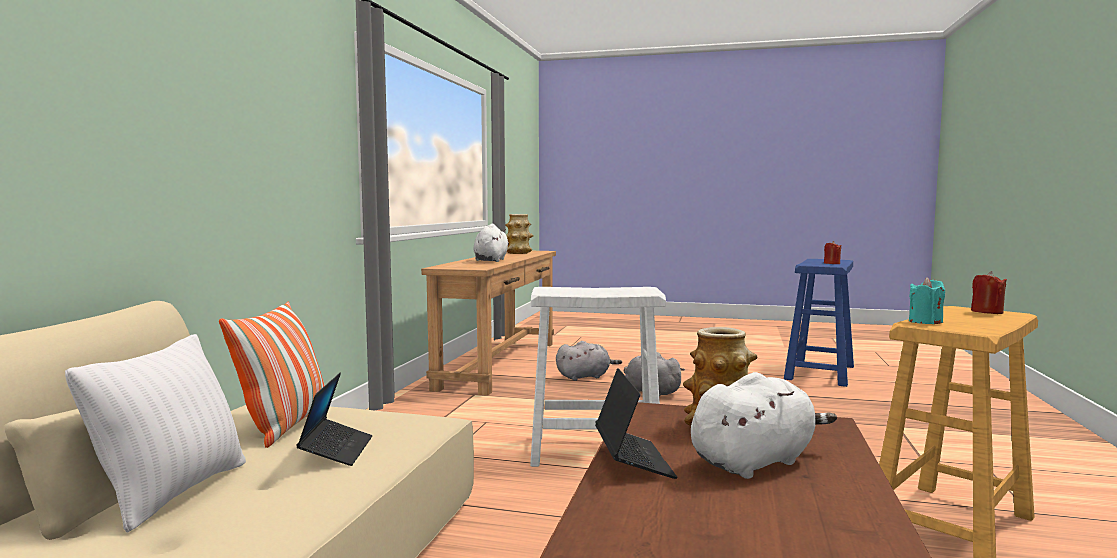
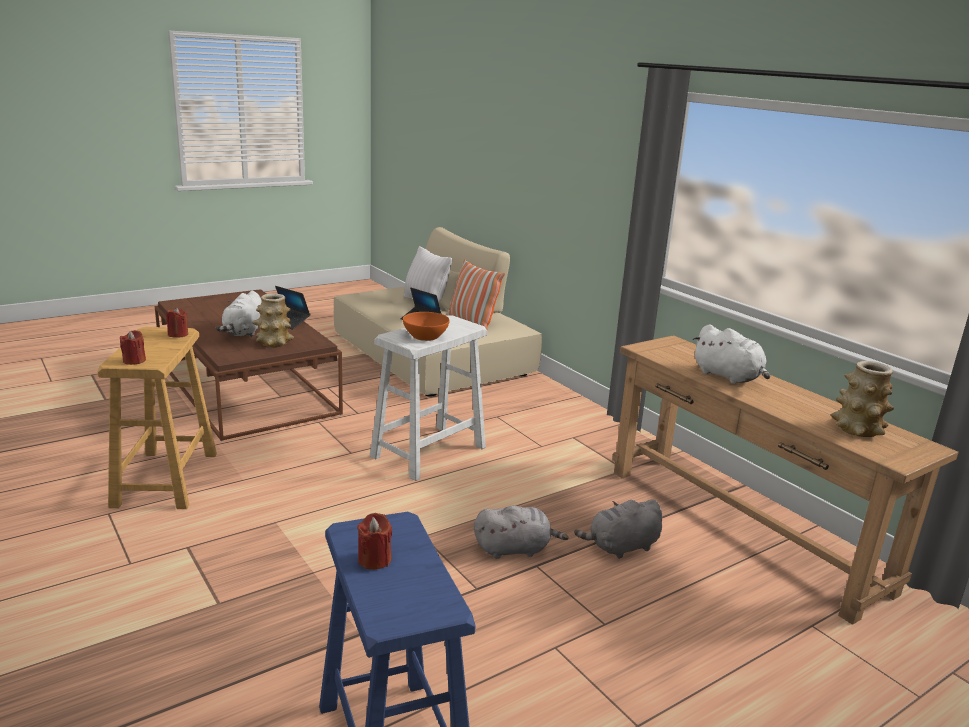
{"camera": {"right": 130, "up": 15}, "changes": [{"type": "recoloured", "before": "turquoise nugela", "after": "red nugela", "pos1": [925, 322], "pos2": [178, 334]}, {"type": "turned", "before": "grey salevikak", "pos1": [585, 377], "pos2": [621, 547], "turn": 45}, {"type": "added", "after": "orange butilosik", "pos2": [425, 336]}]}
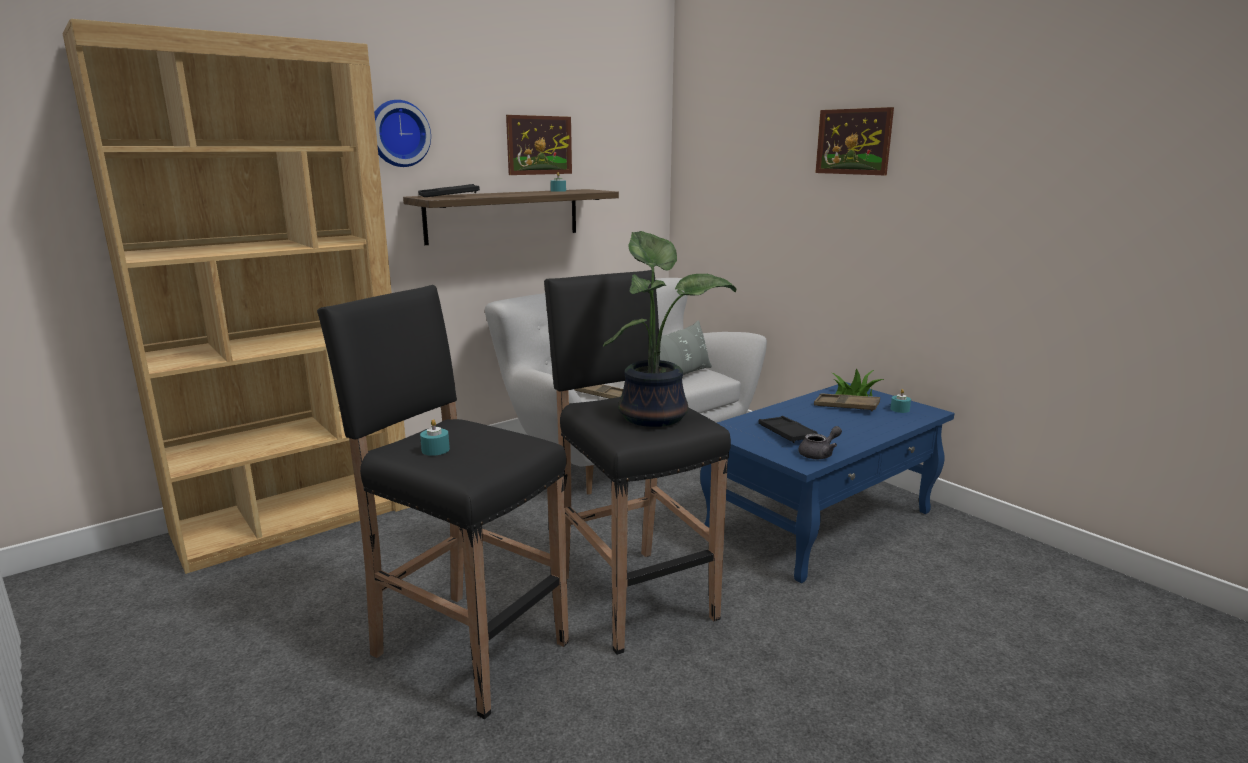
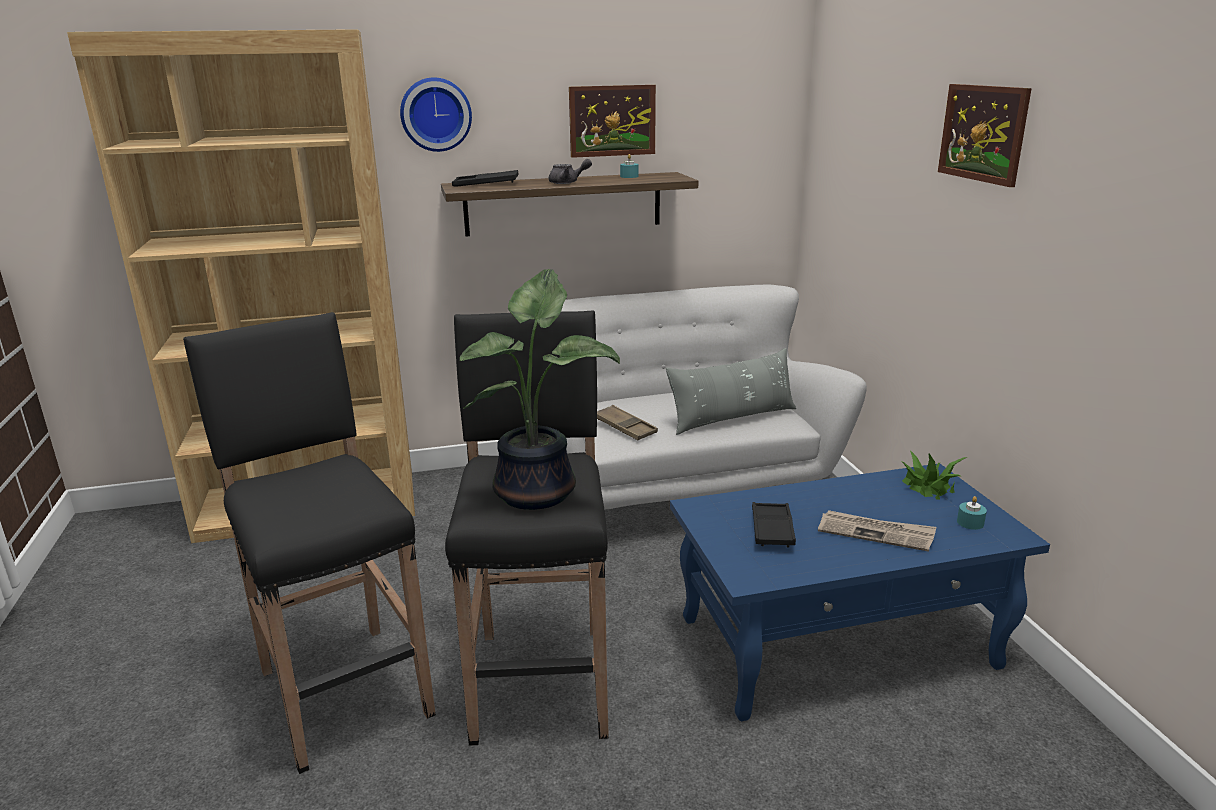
{"camera": {"right": 25, "up": 5}, "changes": [{"type": "removed", "before": "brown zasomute", "pos1": [846, 406]}, {"type": "removed", "before": "turquoise nugela", "pos1": [435, 450]}, {"type": "moved", "before": "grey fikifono", "pos1": [819, 454], "pos2": [568, 182]}, {"type": "added", "after": "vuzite", "pos2": [876, 533]}]}
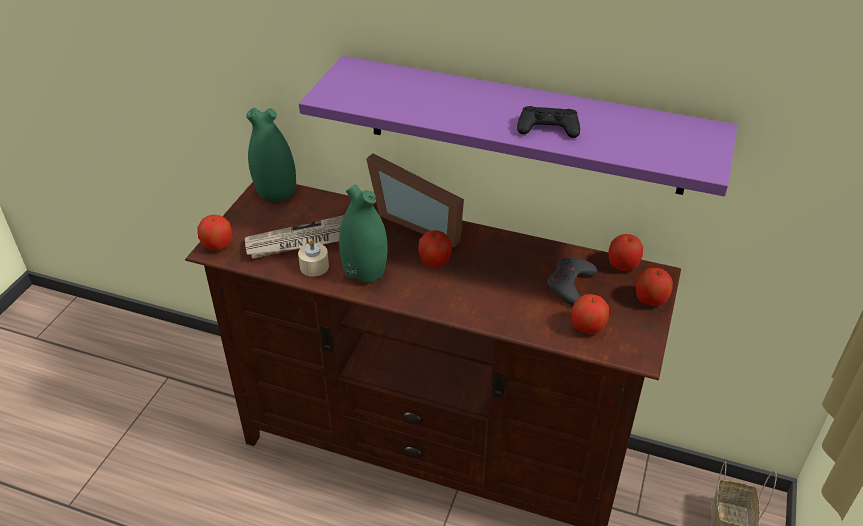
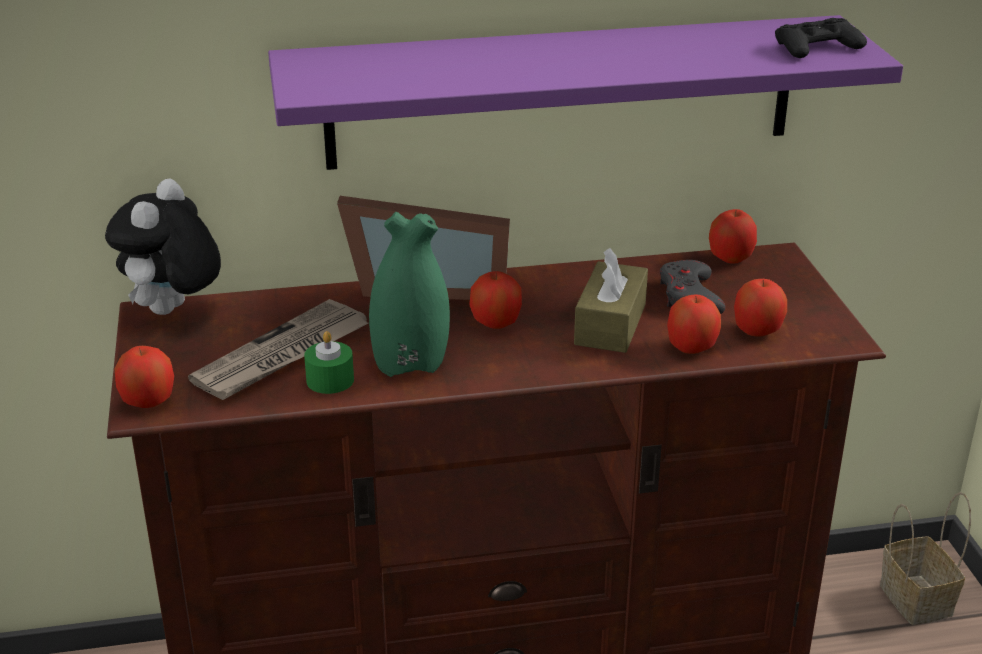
{"camera": {"right": -30, "up": -10}, "changes": [{"type": "moved", "before": "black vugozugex", "pos1": [548, 128], "pos2": [817, 48]}, {"type": "replaced", "before": "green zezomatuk", "after": "salevikak", "pos1": [275, 191], "pos2": [172, 312]}, {"type": "recoloured", "before": "beige nugela", "after": "green nugela", "pos1": [314, 266], "pos2": [330, 380]}, {"type": "moved", "before": "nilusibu", "pos1": [650, 300], "pos2": [691, 348]}, {"type": "added", "after": "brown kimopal", "pos2": [610, 324]}]}
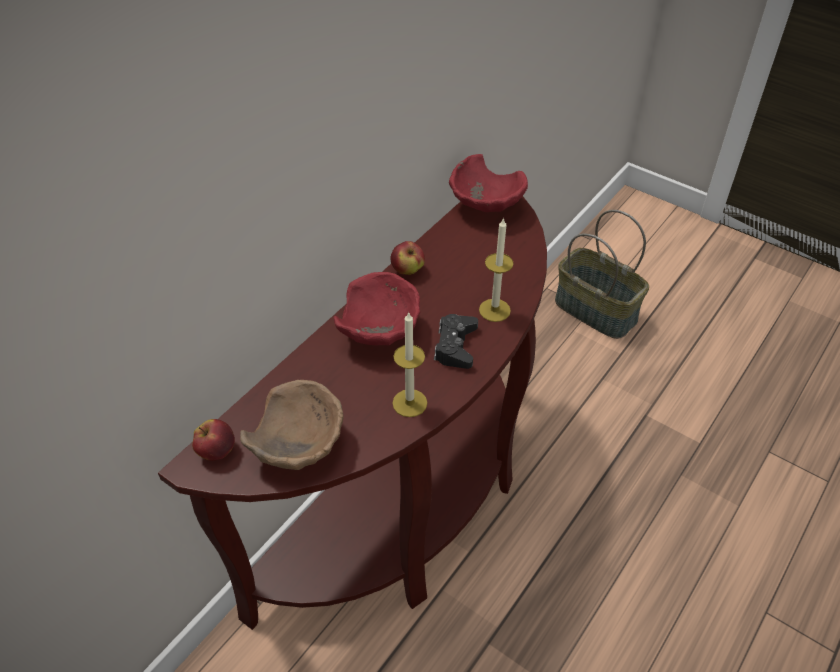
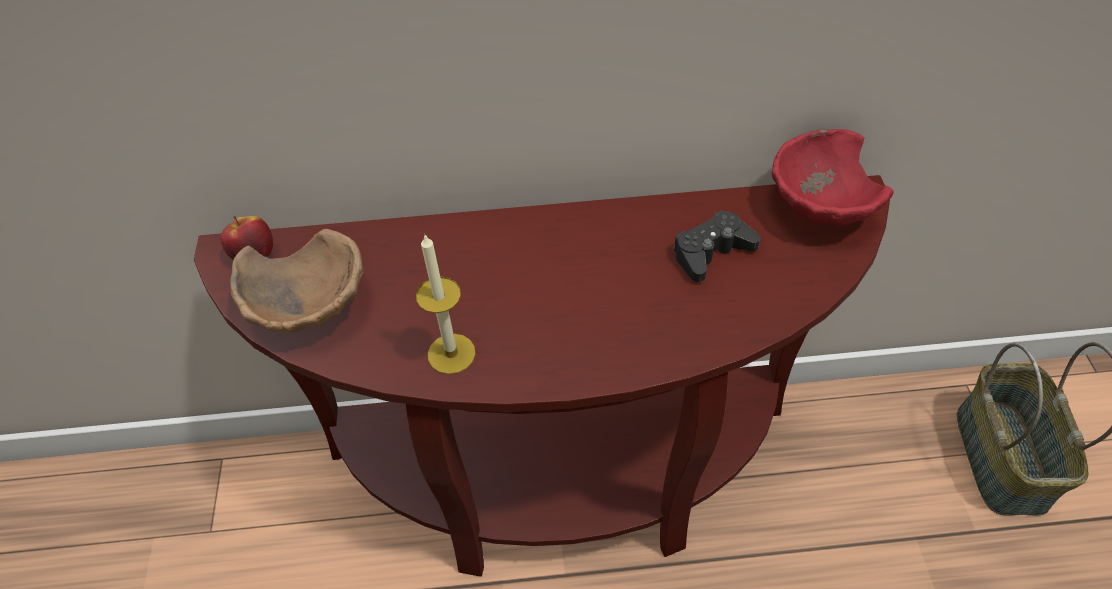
{"camera": {"right": 50, "up": 5}, "changes": [{"type": "removed", "before": "nugela", "pos1": [494, 310]}, {"type": "removed", "before": "nilusibu", "pos1": [407, 270]}, {"type": "removed", "before": "red butilosik", "pos1": [380, 333]}, {"type": "moved", "before": "black vugozugex", "pos1": [455, 346], "pos2": [711, 252]}]}
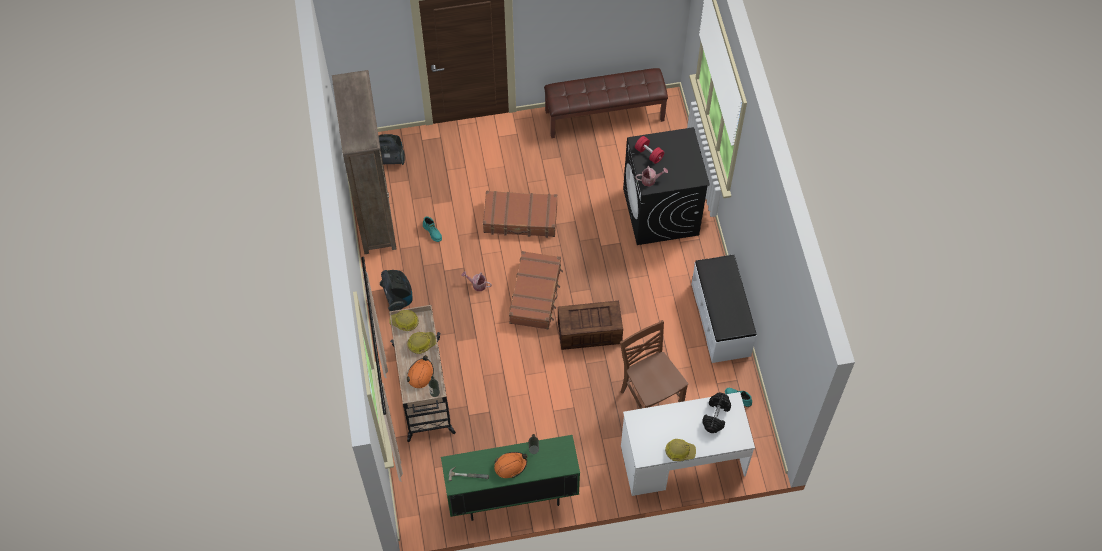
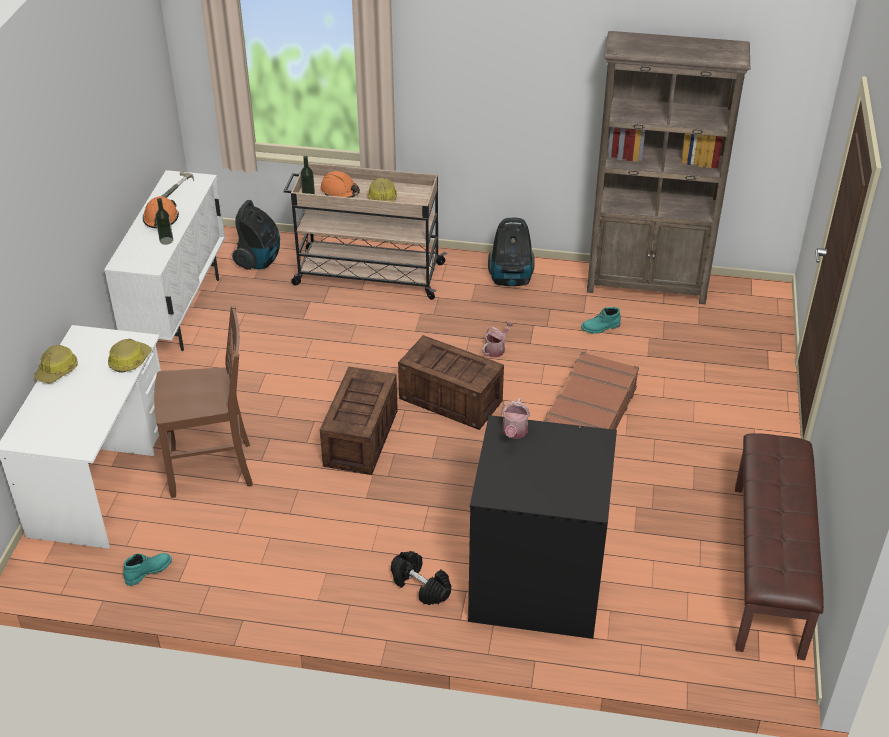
{"camera": {"right": 110, "up": -20}, "changes": [{"type": "moved", "before": "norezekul", "pos1": [389, 159], "pos2": [259, 260]}, {"type": "removed", "before": "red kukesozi", "pos1": [649, 154]}, {"type": "replaced", "before": "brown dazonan", "after": "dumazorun", "pos1": [536, 294], "pos2": [452, 400]}, {"type": "removed", "before": "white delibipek", "pos1": [721, 319]}, {"type": "moved", "before": "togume", "pos1": [404, 322], "pos2": [129, 361]}, {"type": "moved", "before": "black kukesozi", "pos1": [716, 416], "pos2": [420, 586]}, {"type": "recoloured", "before": "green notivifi", "after": "white notivifi", "pos1": [512, 496], "pos2": [179, 311]}]}
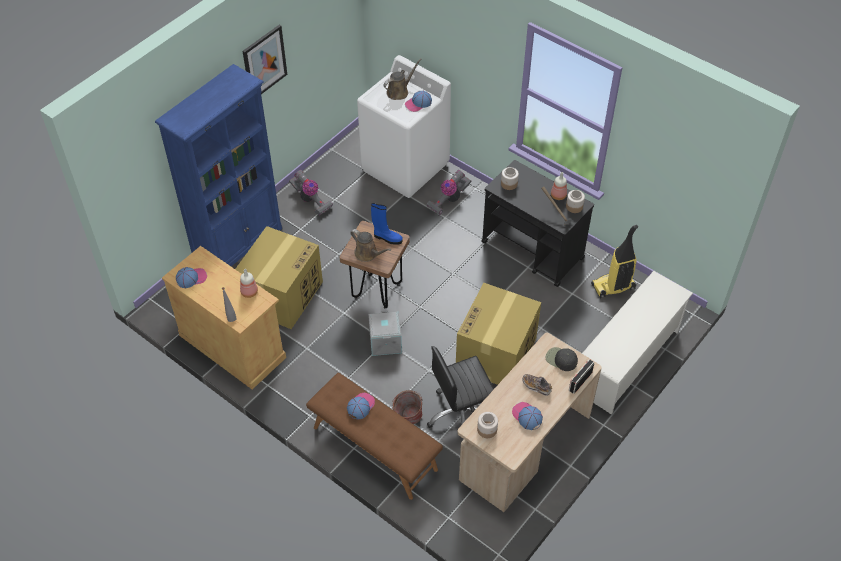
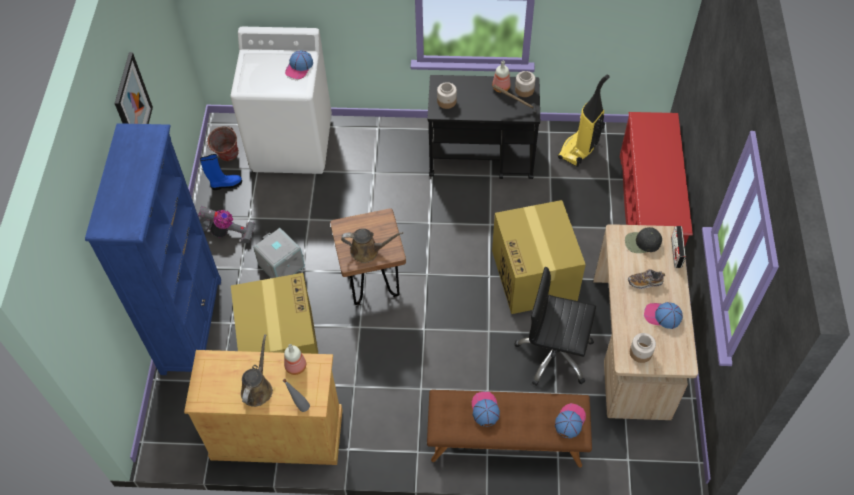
{"camera": {"right": -35, "up": 5}, "changes": [{"type": "moved", "before": "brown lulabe", "pos1": [399, 91], "pos2": [257, 388]}, {"type": "removed", "before": "norezekul", "pos1": [449, 200]}, {"type": "moved", "before": "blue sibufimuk", "pos1": [387, 238], "pos2": [225, 184]}, {"type": "moved", "before": "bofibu", "pos1": [191, 278], "pos2": [570, 421]}, {"type": "recoloured", "before": "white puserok", "after": "red puserok", "pos1": [627, 361], "pos2": [647, 210]}, {"type": "moved", "before": "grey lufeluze", "pos1": [384, 342], "pos2": [280, 265]}, {"type": "turned", "before": "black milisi", "pos1": [461, 415], "pos2": [554, 354], "turn": 75}, {"type": "moved", "before": "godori", "pos1": [407, 419], "pos2": [226, 157]}]}
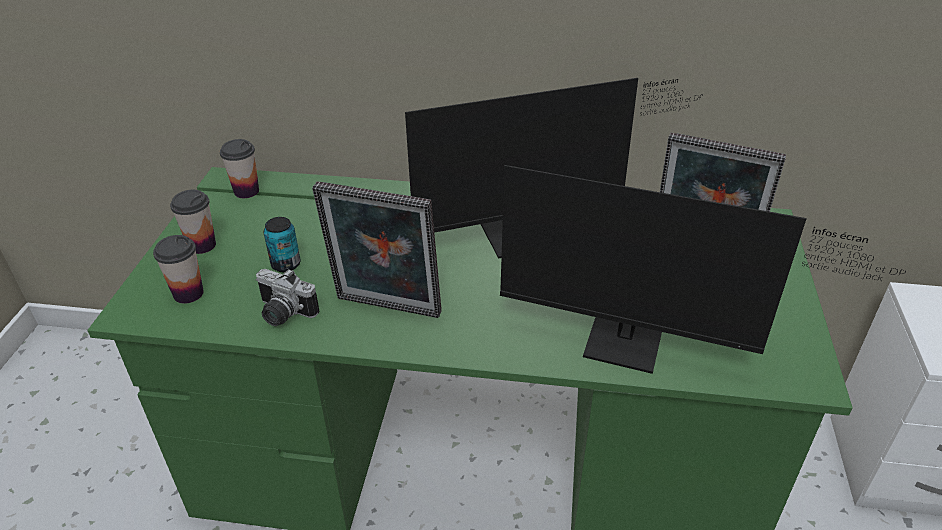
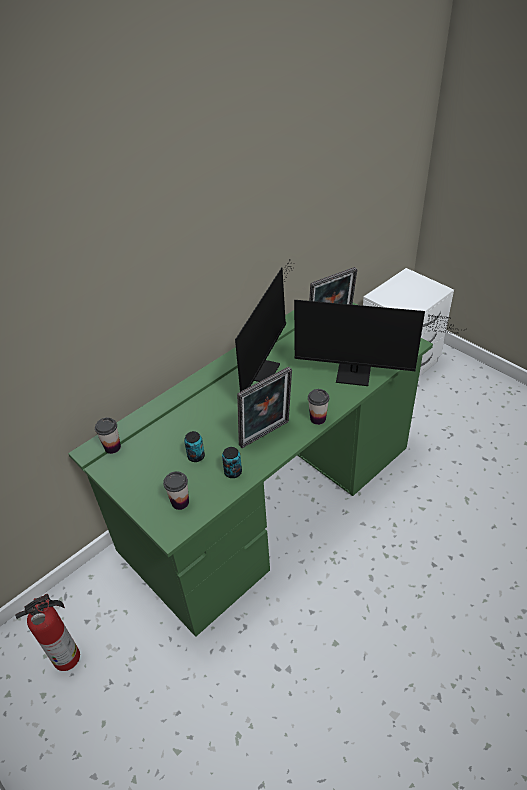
{"camera": {"right": -50, "up": 5}, "changes": [{"type": "turned", "before": "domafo", "pos1": [636, 347], "pos2": [359, 375], "turn": 45}, {"type": "moved", "before": "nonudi", "pos1": [202, 245], "pos2": [318, 418]}, {"type": "replaced", "before": "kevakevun", "after": "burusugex", "pos1": [282, 314], "pos2": [233, 472]}, {"type": "added", "after": "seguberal", "pos2": [68, 656]}]}
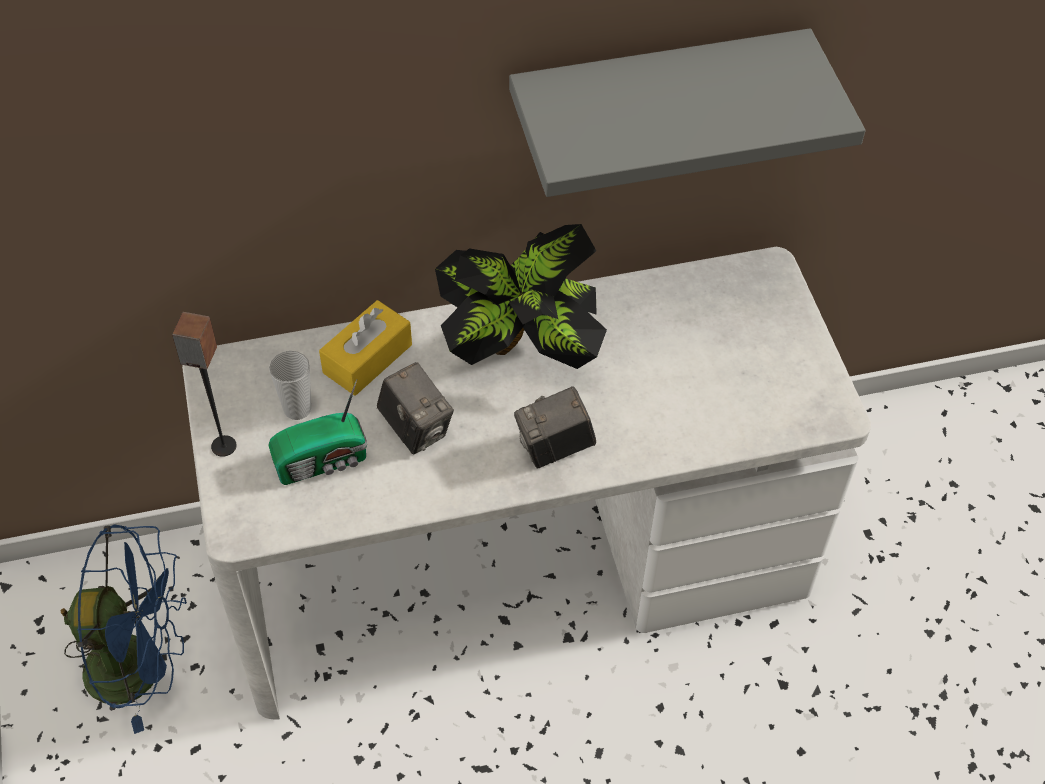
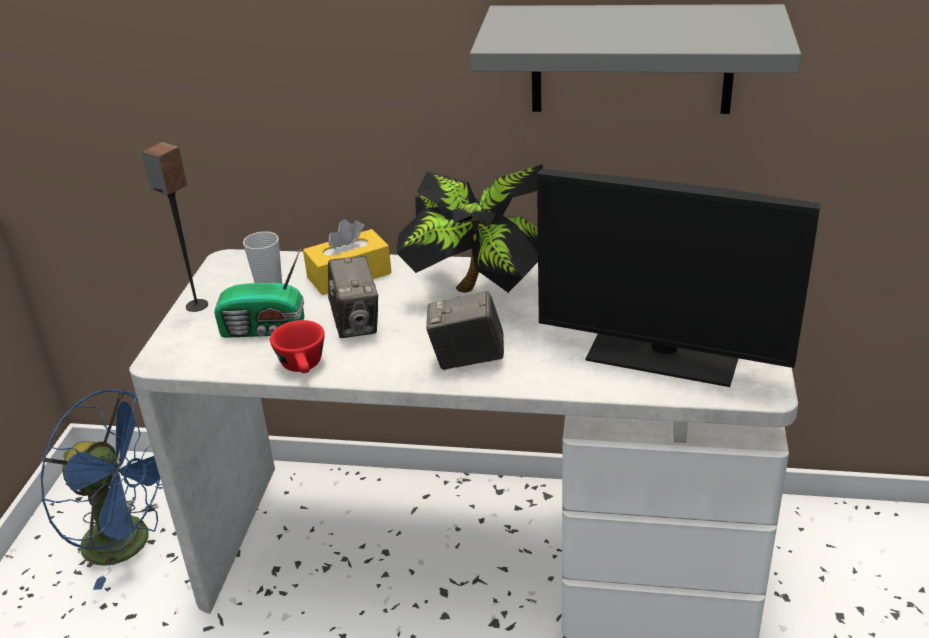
{"camera": {"right": 25, "up": -20}, "changes": [{"type": "added", "after": "domafo", "pos2": [663, 355]}, {"type": "added", "after": "red nonudi", "pos2": [303, 367]}]}
